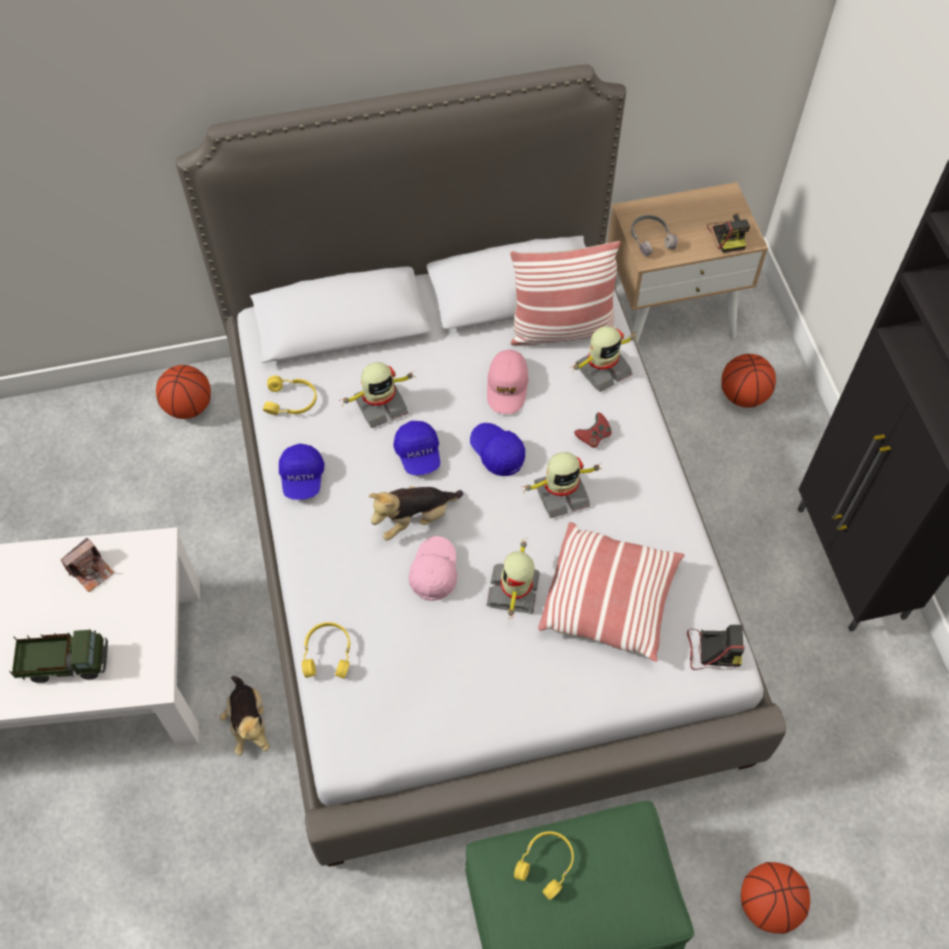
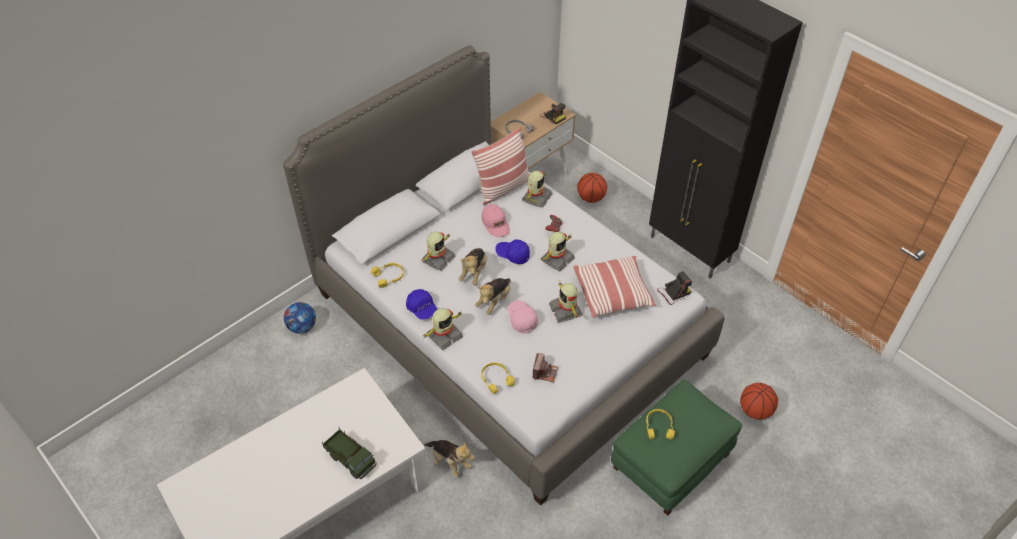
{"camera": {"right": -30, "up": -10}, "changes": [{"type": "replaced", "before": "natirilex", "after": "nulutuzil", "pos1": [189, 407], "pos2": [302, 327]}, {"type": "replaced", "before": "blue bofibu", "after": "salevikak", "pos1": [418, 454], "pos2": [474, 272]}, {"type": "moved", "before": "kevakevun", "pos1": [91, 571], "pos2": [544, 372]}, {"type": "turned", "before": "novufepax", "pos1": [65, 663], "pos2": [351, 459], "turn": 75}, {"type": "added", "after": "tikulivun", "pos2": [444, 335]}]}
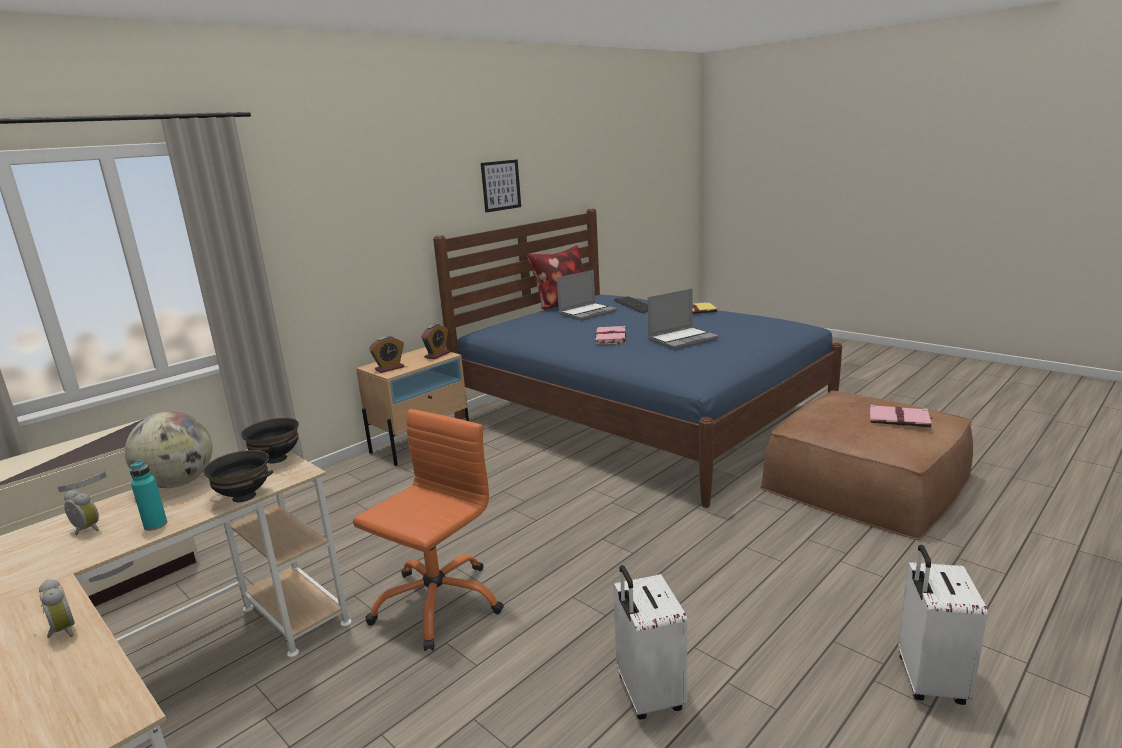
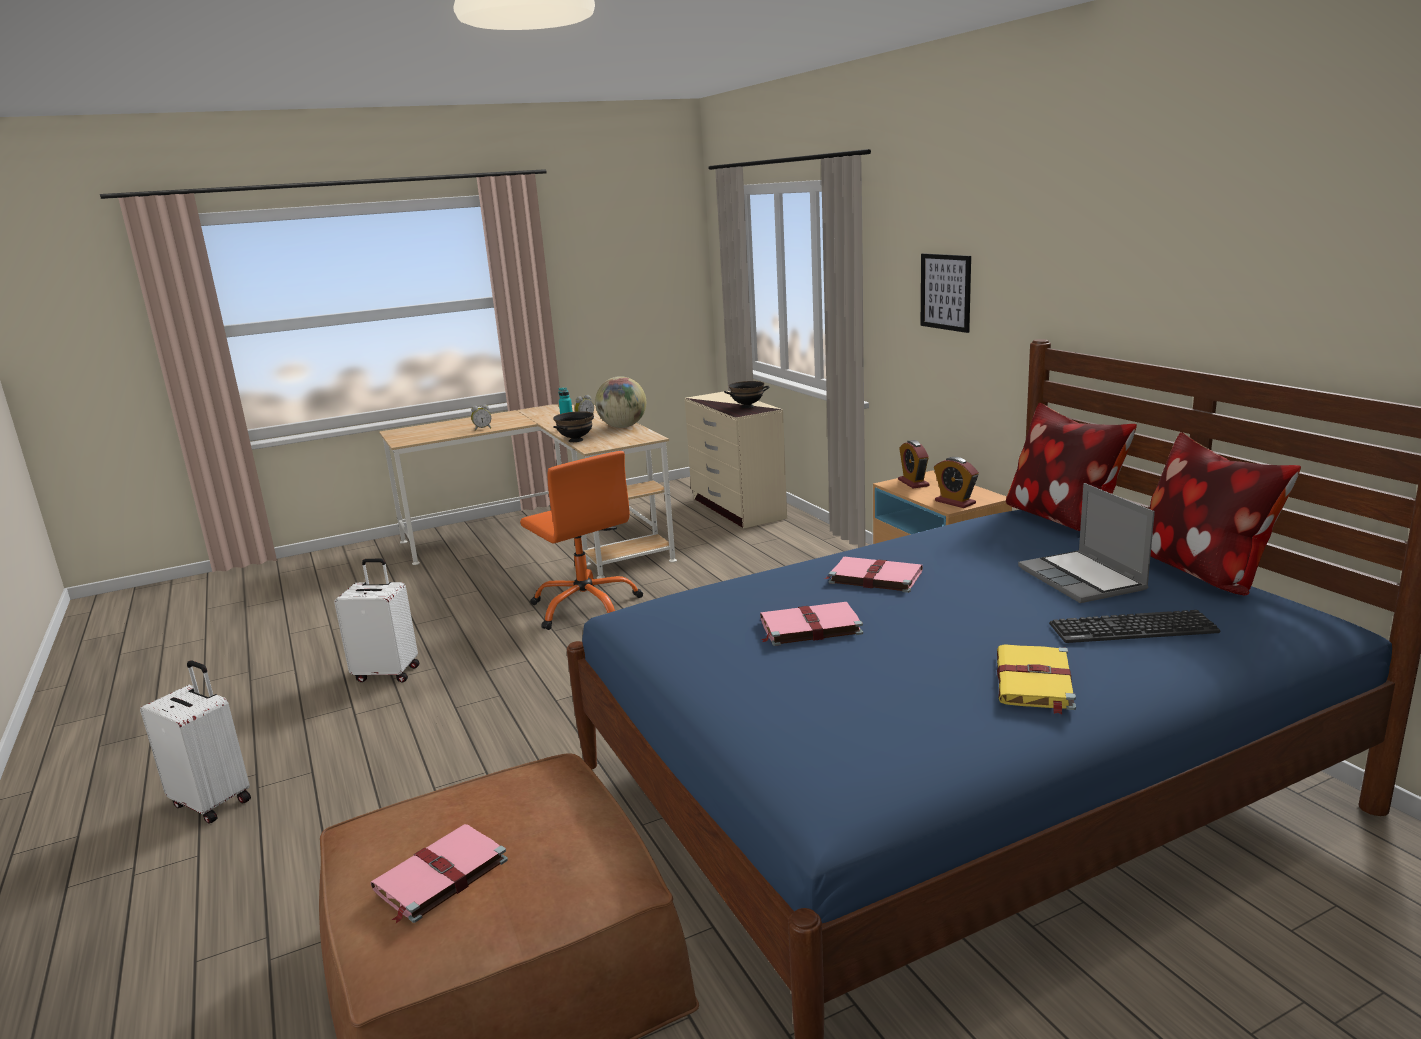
{"camera": {"right": 110, "up": 0}, "changes": [{"type": "moved", "before": "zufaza", "pos1": [500, 185], "pos2": [945, 292]}, {"type": "replaced", "before": "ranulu", "after": "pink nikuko", "pos1": [682, 339], "pos2": [808, 627]}, {"type": "moved", "before": "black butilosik", "pos1": [276, 459], "pos2": [747, 406]}, {"type": "added", "after": "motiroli", "pos2": [1062, 519]}]}
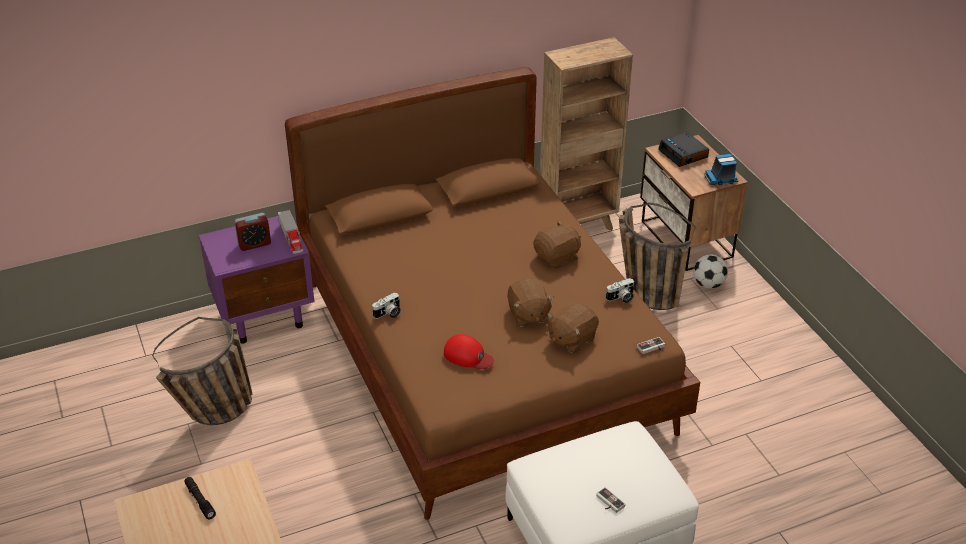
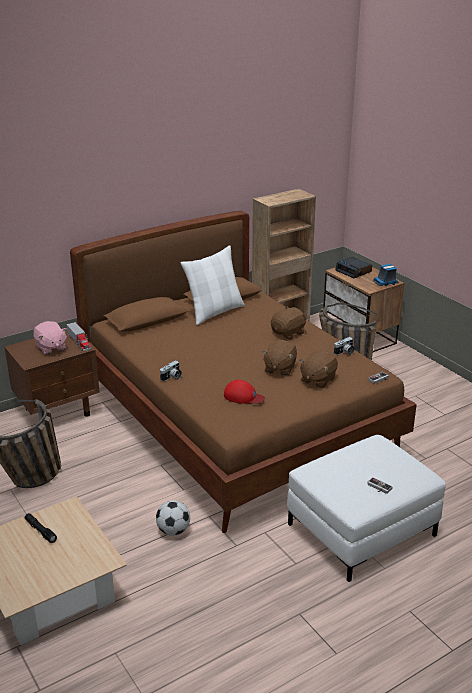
{"camera": {"right": -10, "up": -10}, "changes": [{"type": "replaced", "before": "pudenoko", "after": "pink salevikak", "pos1": [254, 244], "pos2": [51, 348]}, {"type": "recoloured", "before": "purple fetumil", "after": "brown fetumil", "pos1": [265, 316], "pos2": [58, 411]}, {"type": "moved", "before": "nulutuzil", "pos1": [708, 284], "pos2": [173, 530]}, {"type": "turned", "before": "brown salevikak", "pos1": [528, 315], "pos2": [279, 368], "turn": 45}, {"type": "added", "after": "white motiroli", "pos2": [214, 312]}]}
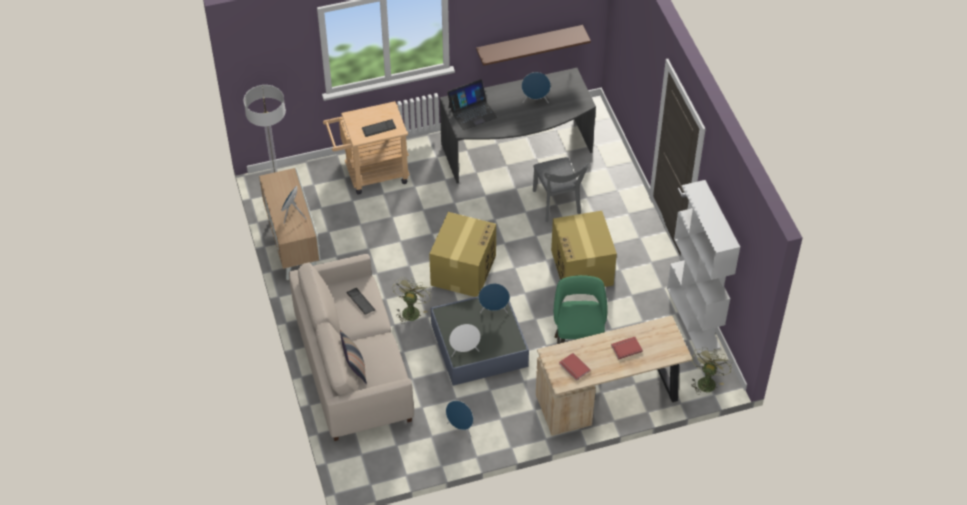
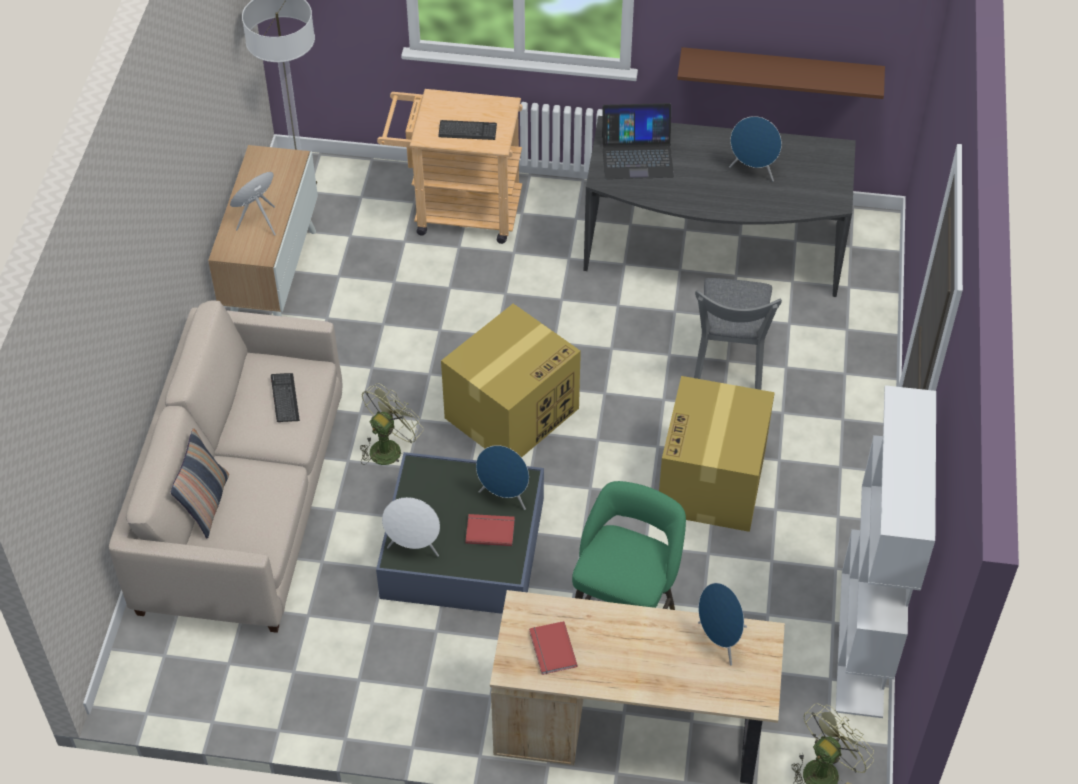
{"camera": {"right": 25, "up": 0}, "changes": [{"type": "moved", "before": "red nikuko", "pos1": [626, 348], "pos2": [490, 530]}, {"type": "moved", "before": "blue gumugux", "pos1": [460, 428], "pos2": [720, 641]}]}
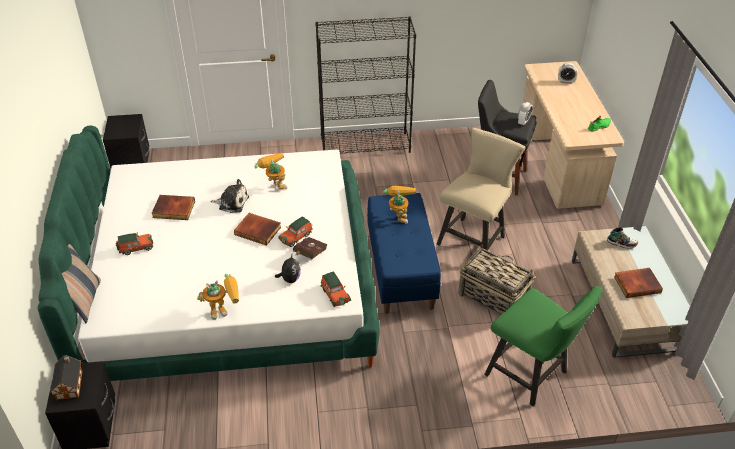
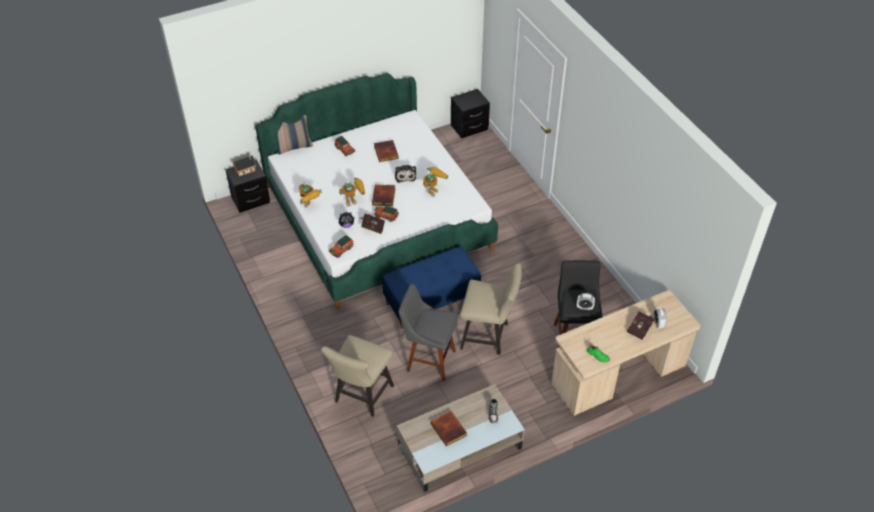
{"camera": {"right": 70, "up": 5}, "changes": [{"type": "removed", "before": "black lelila", "pos1": [366, 145]}, {"type": "moved", "before": "tikulivun", "pos1": [398, 215], "pos2": [354, 200]}, {"type": "replaced", "before": "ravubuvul", "after": "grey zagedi", "pos1": [492, 297], "pos2": [428, 360]}, {"type": "recoloured", "before": "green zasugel", "after": "beige zasugel", "pos1": [531, 376], "pos2": [361, 396]}, {"type": "added", "after": "red nikuko", "pos2": [640, 329]}]}
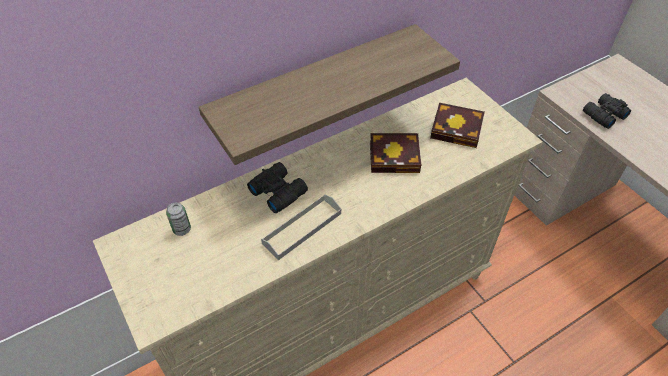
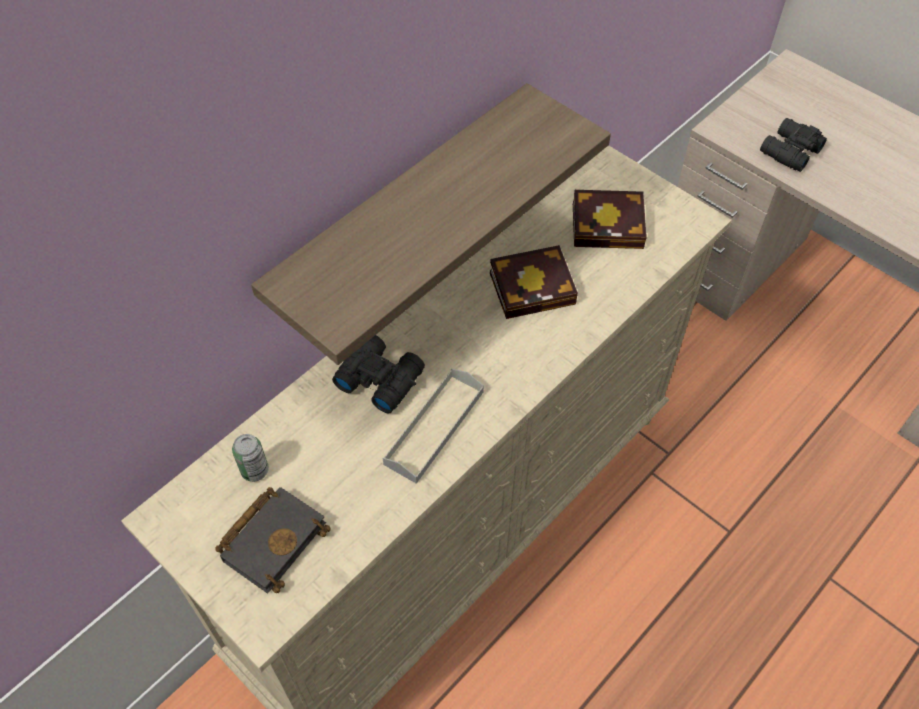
{"camera": {"right": -15, "up": 5}, "changes": [{"type": "added", "after": "black nikuko", "pos2": [273, 538]}]}
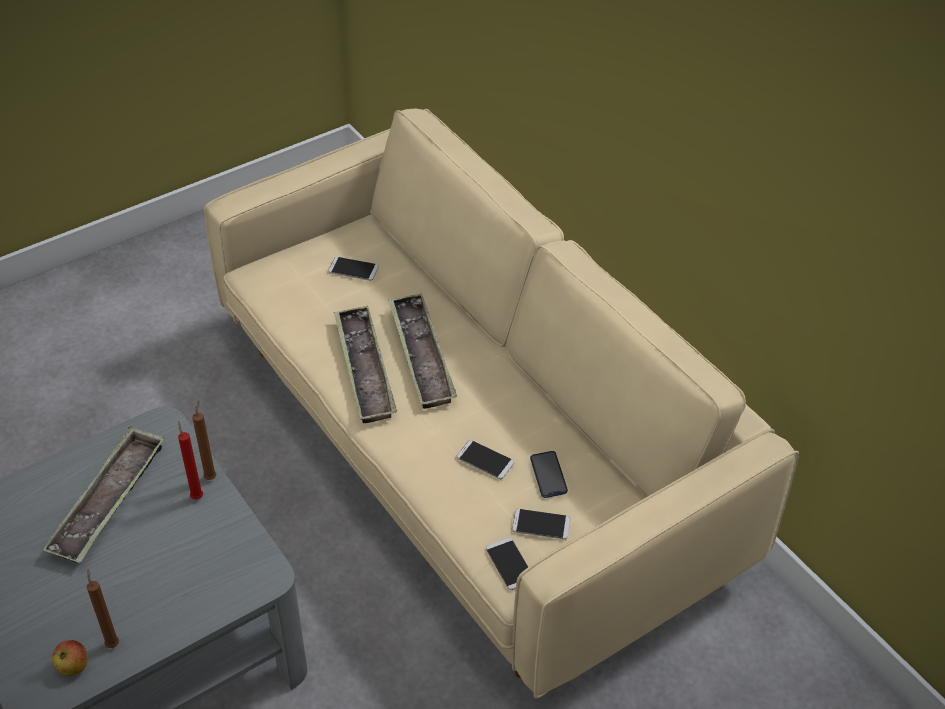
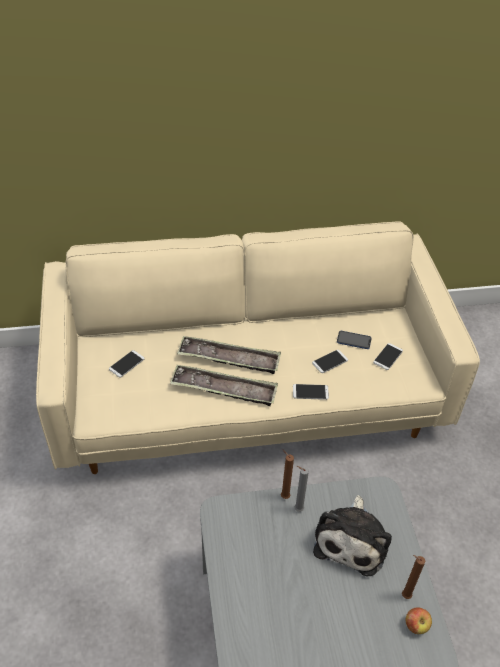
{"camera": {"right": -65, "up": 0}, "changes": [{"type": "recoloured", "before": "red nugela", "after": "grey nugela", "pos1": [196, 496], "pos2": [297, 509]}, {"type": "removed", "before": "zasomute", "pos1": [109, 500]}, {"type": "moved", "before": "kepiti", "pos1": [510, 564], "pos2": [310, 392]}, {"type": "added", "after": "salevikak", "pos2": [352, 539]}]}
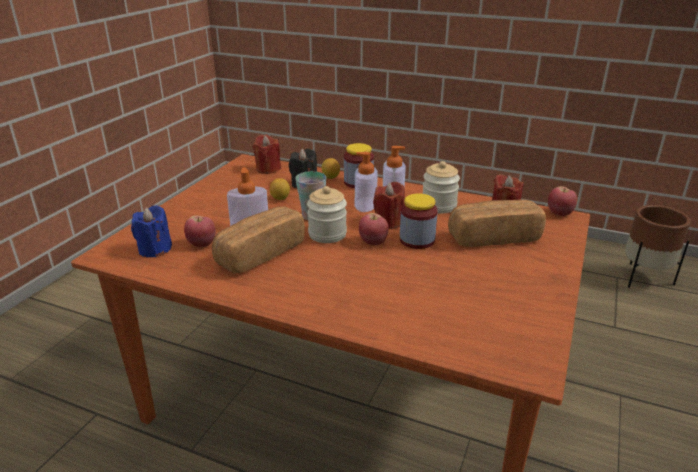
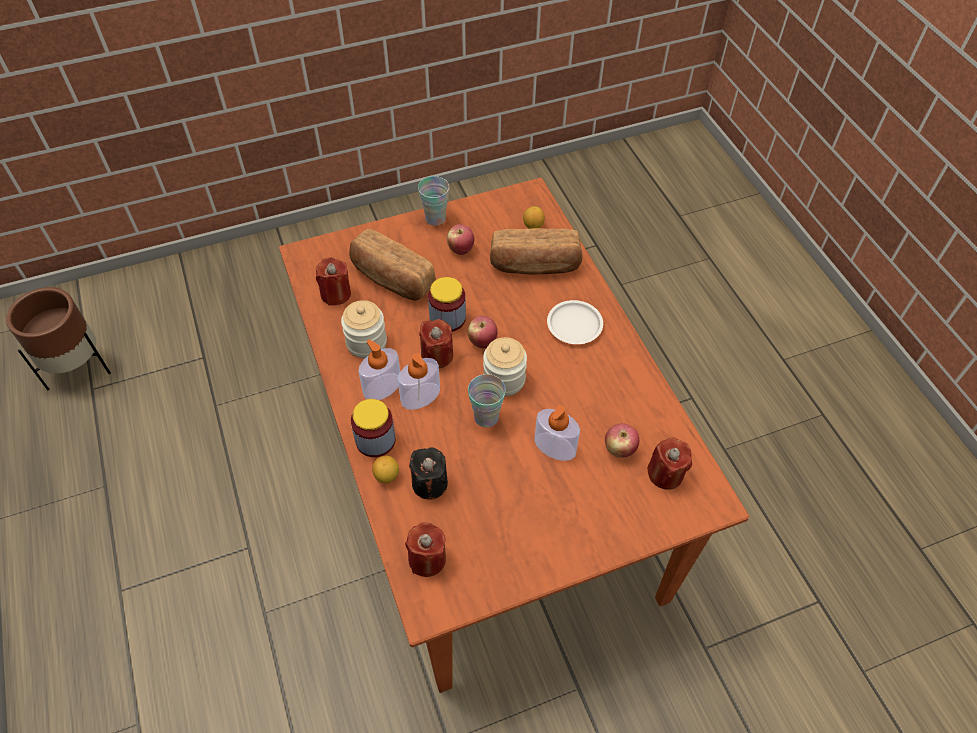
{"camera": {"right": -135, "up": 25}, "changes": [{"type": "moved", "before": "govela", "pos1": [280, 198], "pos2": [533, 226]}, {"type": "moved", "before": "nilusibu", "pos1": [559, 213], "pos2": [460, 249]}, {"type": "recoloured", "before": "blue nugela", "after": "red nugela", "pos1": [155, 249], "pos2": [665, 474]}, {"type": "moved", "before": "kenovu", "pos1": [259, 253], "pos2": [535, 265]}, {"type": "added", "after": "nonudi", "pos2": [435, 218]}, {"type": "added", "after": "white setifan", "pos2": [574, 324]}]}
